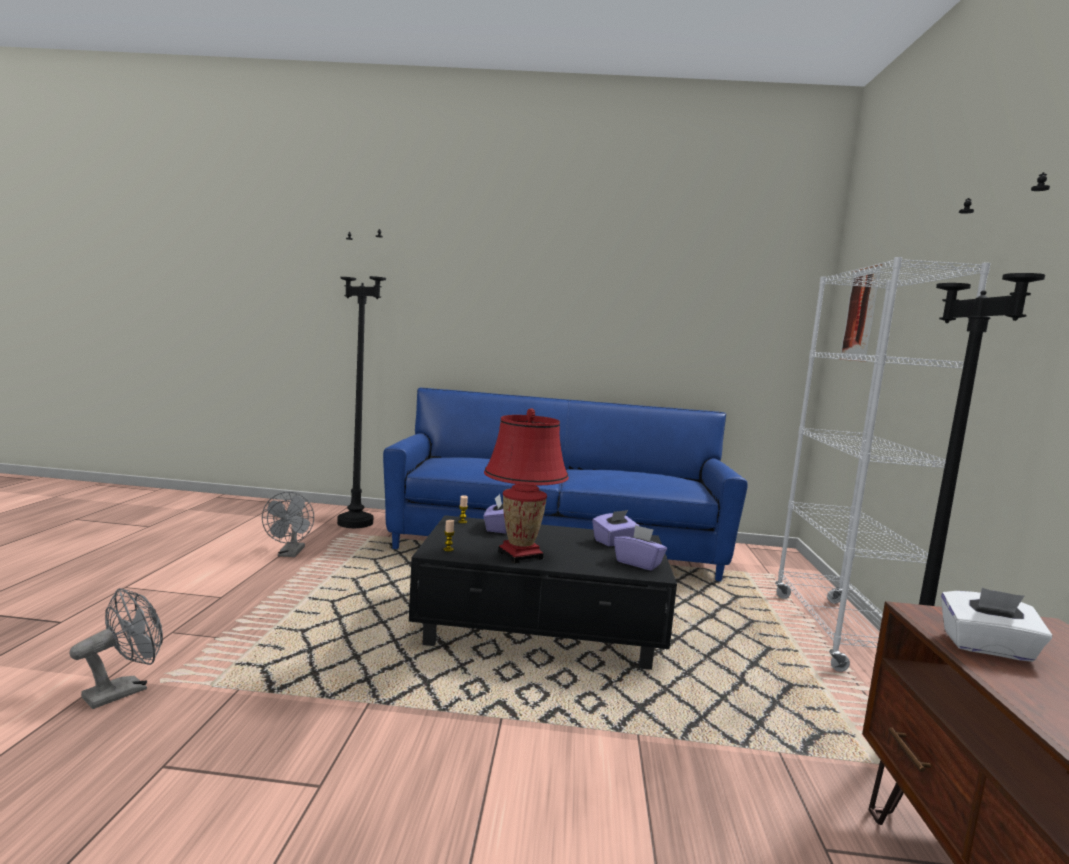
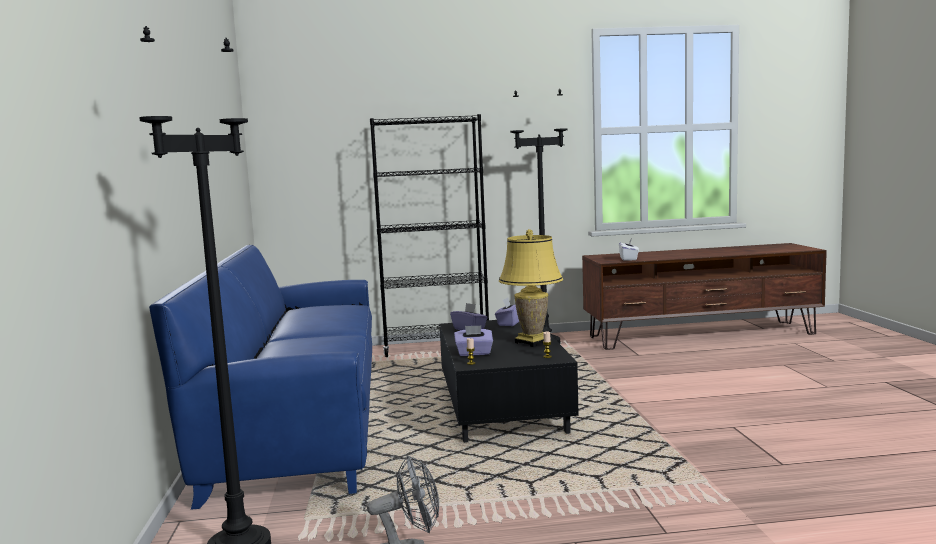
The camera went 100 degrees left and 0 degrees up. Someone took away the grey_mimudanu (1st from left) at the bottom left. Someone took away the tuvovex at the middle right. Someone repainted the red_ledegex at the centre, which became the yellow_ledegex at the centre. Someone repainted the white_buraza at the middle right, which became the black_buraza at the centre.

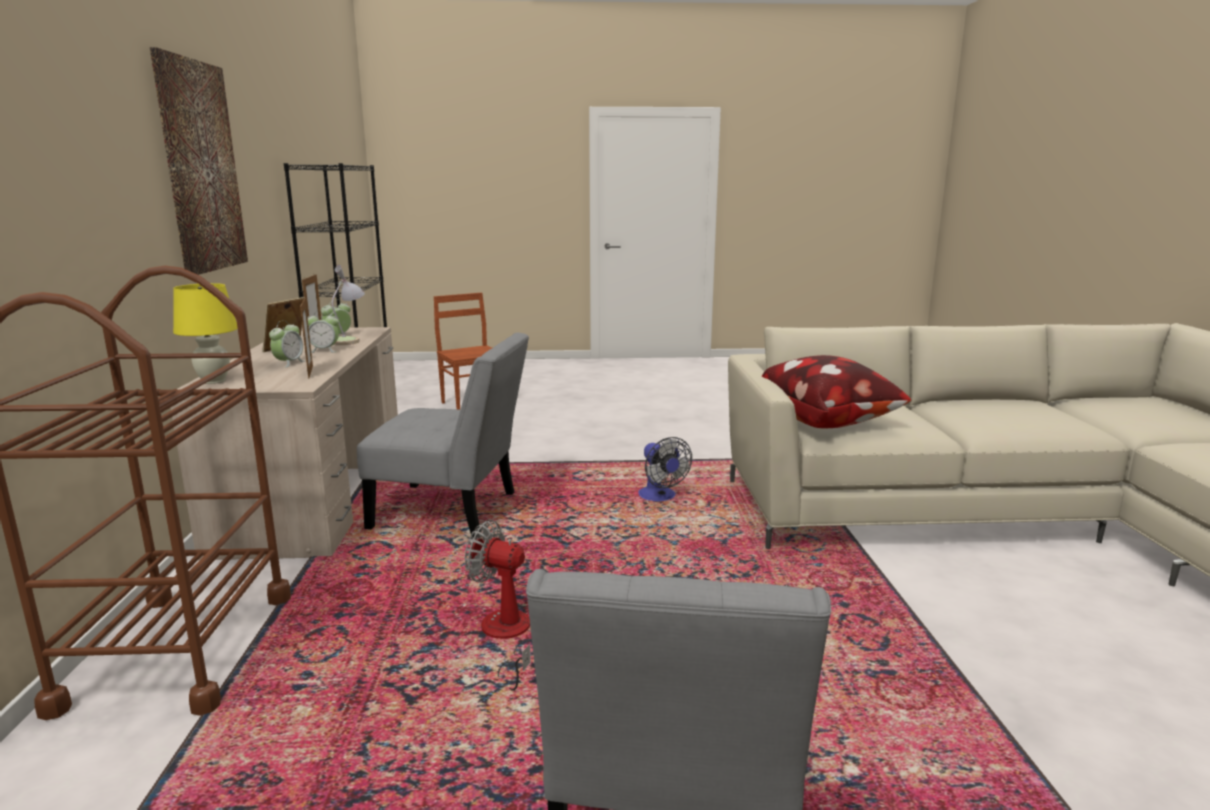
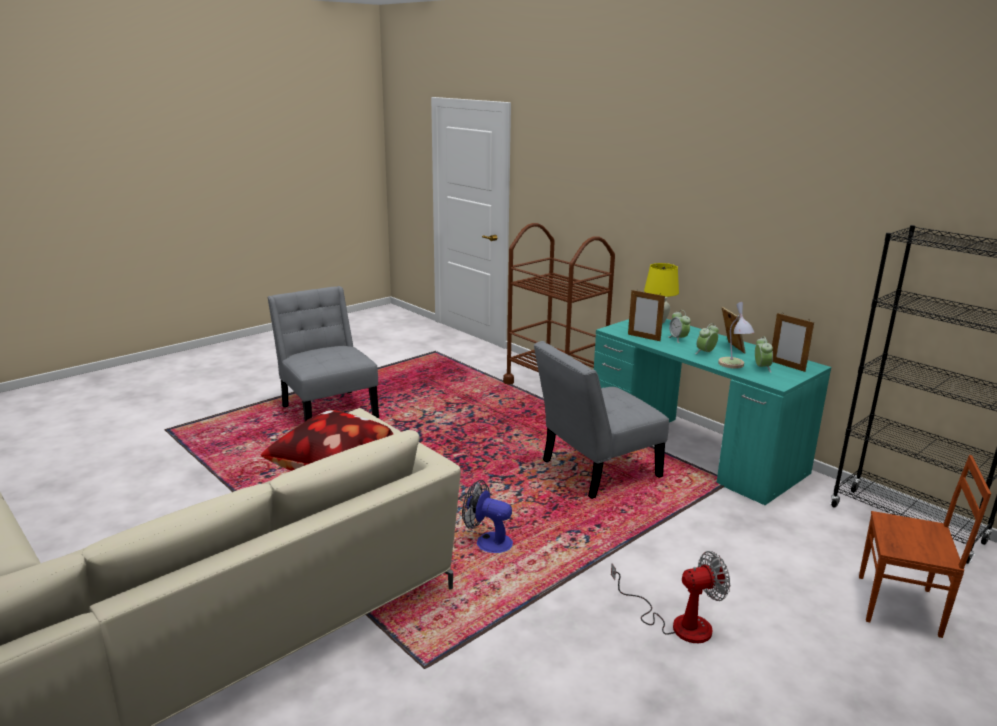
The camera went 140 degrees right and 5 degrees up. Someone took away the tuvovex at the top left. Someone carried the mimudanu (1st from left in the first image) from the bottom centre to the bottom right. Someone repainted the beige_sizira at the middle left, which became the turquoise_sizira at the middle right.

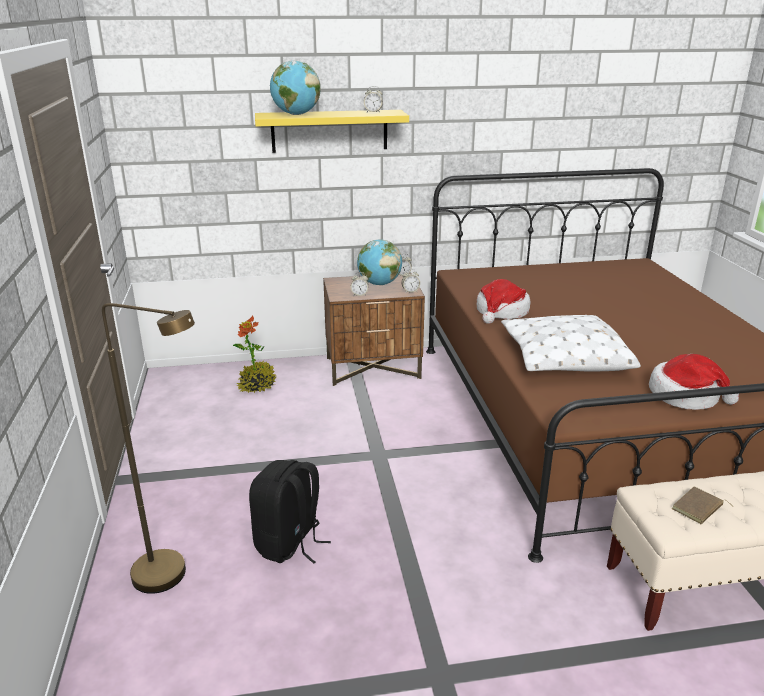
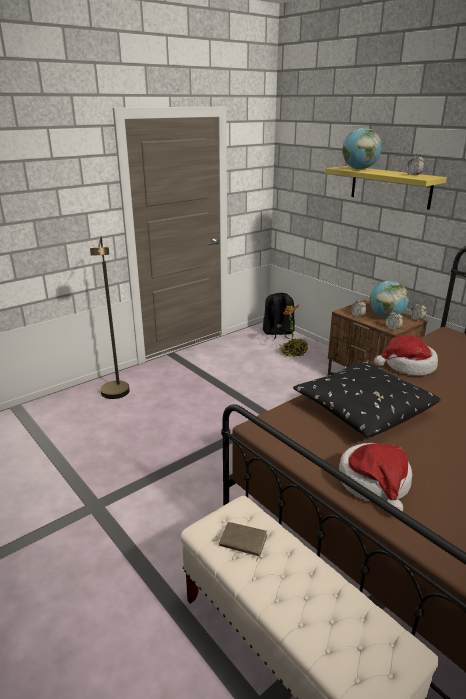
The camera went 60 degrees right and 0 degrees up. Someone carried the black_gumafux from the bottom centre to the centre. Someone repainted the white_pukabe at the middle right, which became the black_pukabe at the middle right.

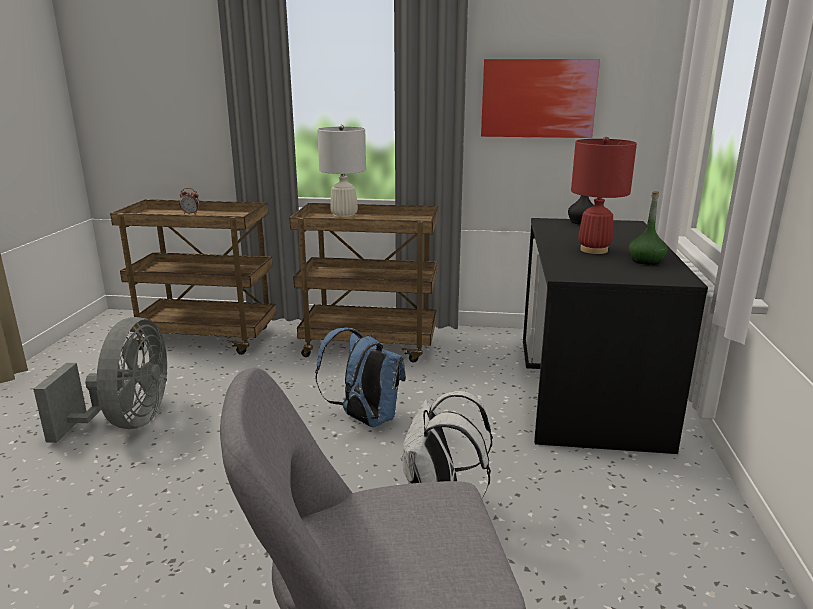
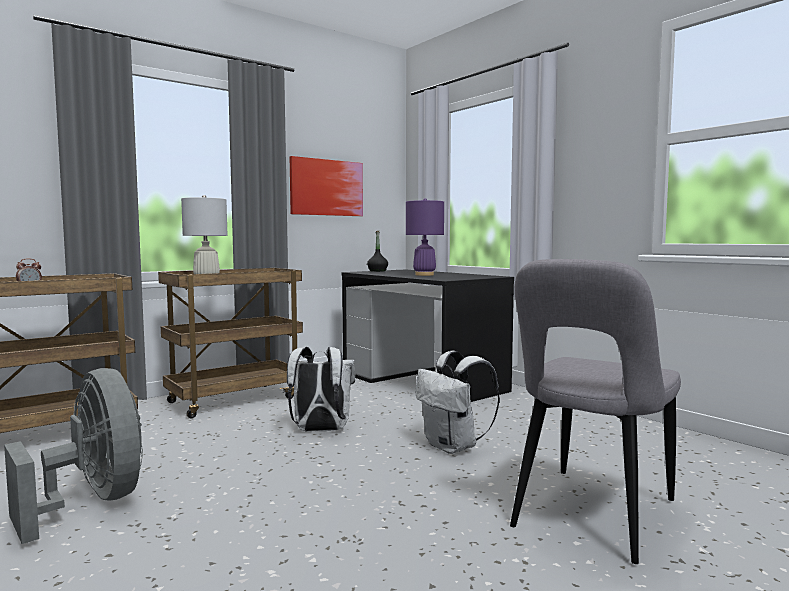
The camera went 45 degrees left and 15 degrees down. Someone took away the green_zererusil at the middle right. Someone repainted the blue_gumafux at the centre, which became the white_gumafux (1st from left) at the centre. Someone repainted the red_ledegex at the top right, which became the purple_ledegex at the centre.

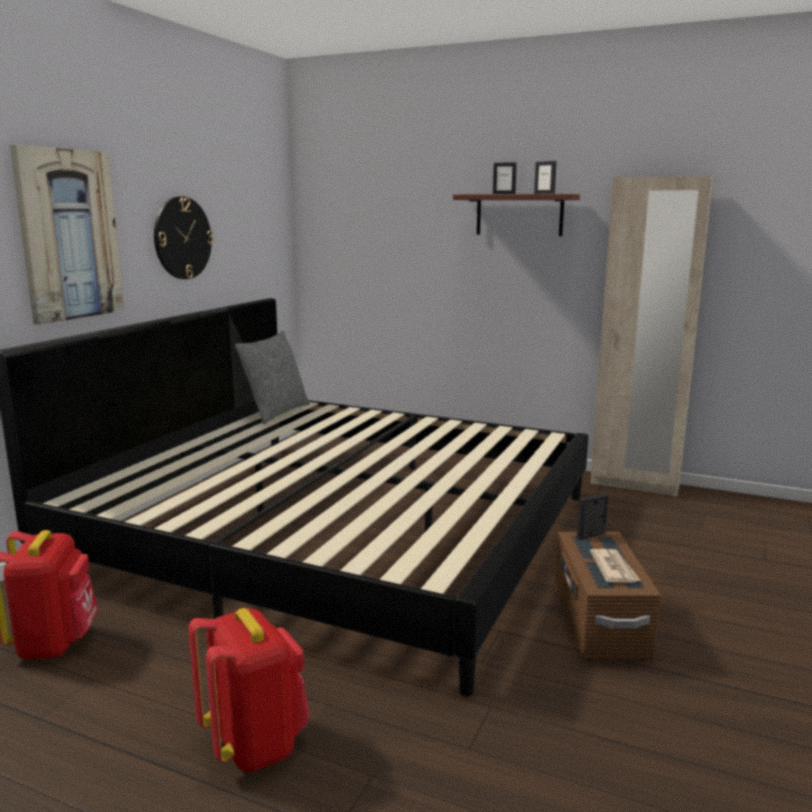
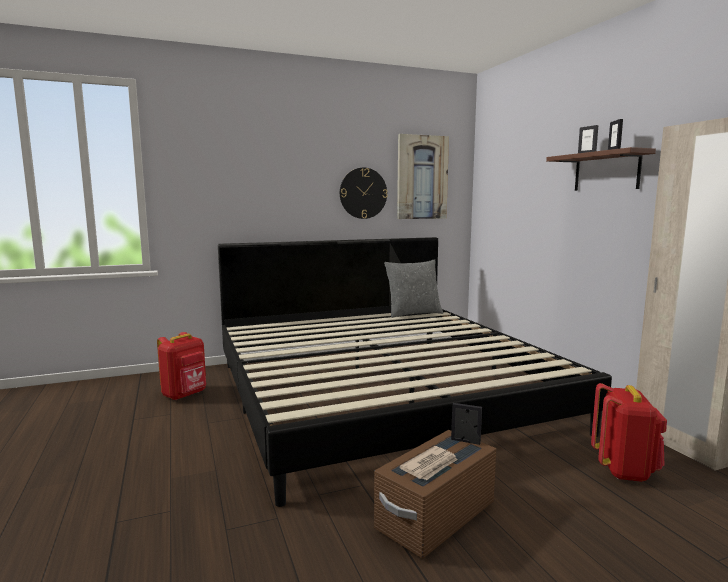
The camera went 45 degrees right and 5 degrees down. Someone carried the tuvovex from the top left to the top centre. Someone carried the red_gumafux (2nd from left) from the bottom left to the bottom right.

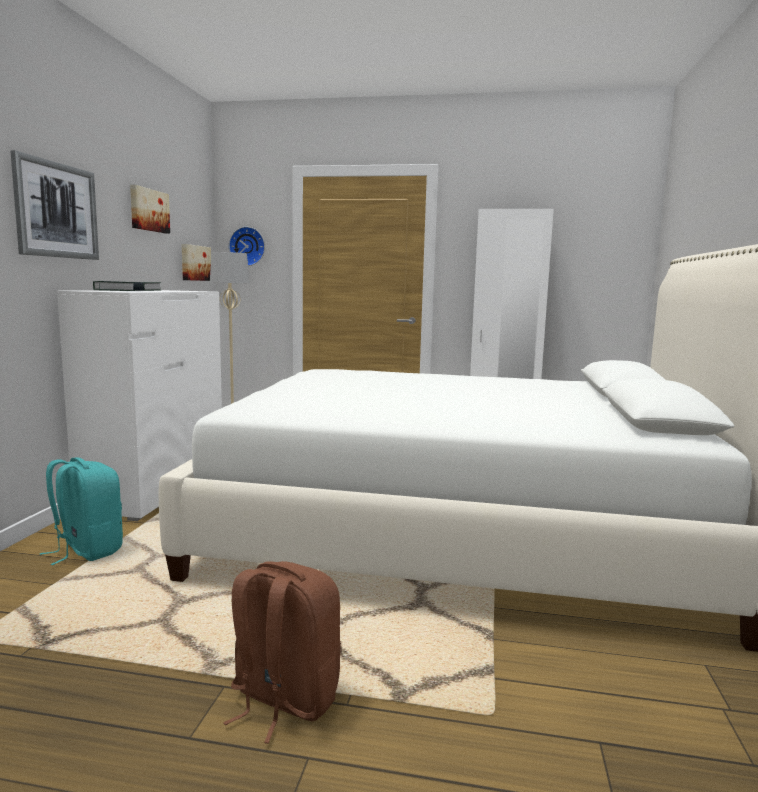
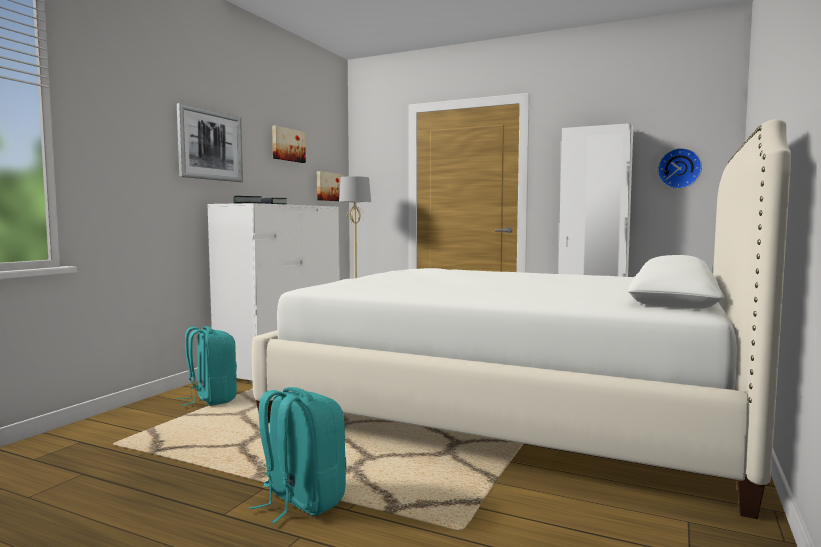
The camera went 15 degrees right and 5 degrees down. Someone carried the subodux from the top left to the top right. Someone repainted the brown_gumafux at the bottom centre, which became the turquoise_gumafux (2nd from left) at the bottom centre.

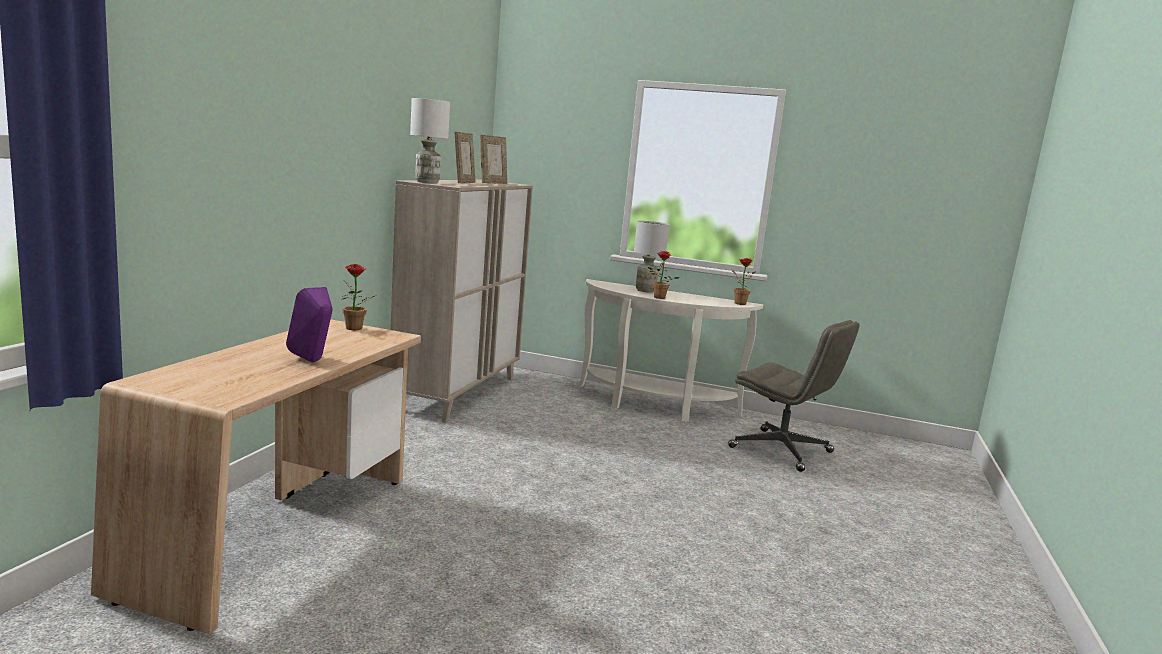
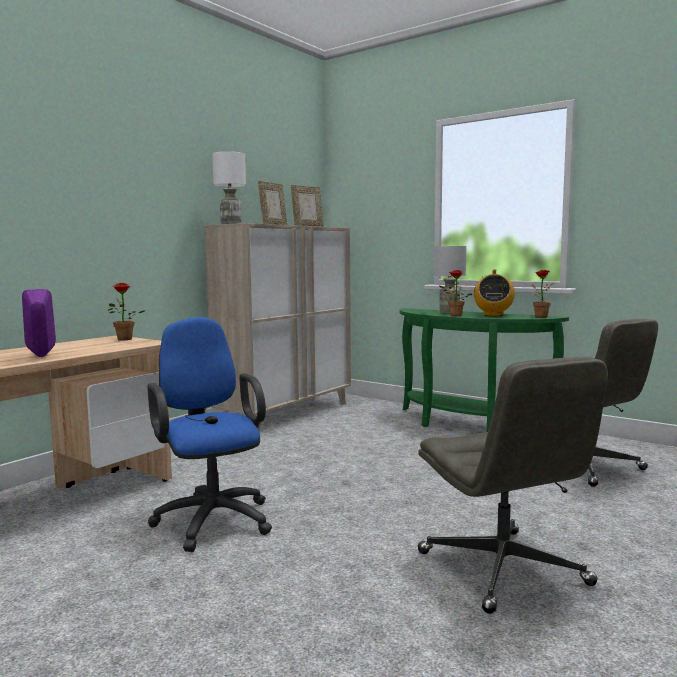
The camera went 20 degrees right and 5 degrees down. Someone put down the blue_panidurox at the middle left. Someone put down the grey_panidurox (1st from left) at the bottom right. Someone put down the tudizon at the middle right. Someone repainted the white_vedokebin at the centre, which became the green_vedokebin at the middle right.

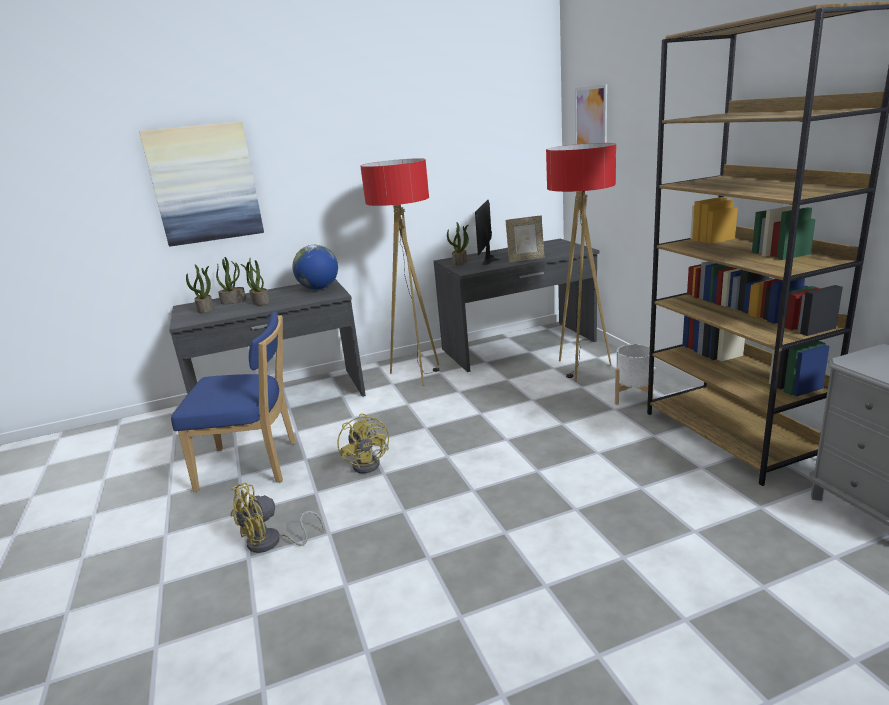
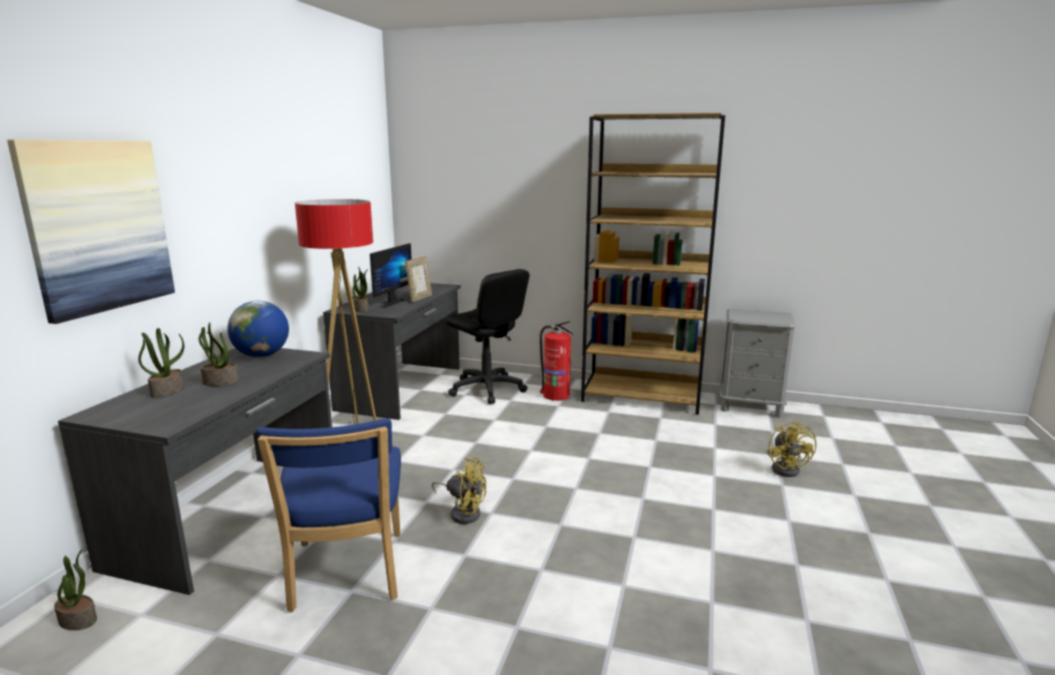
The camera went 55 degrees left and 5 degrees down. Someone took away the tuvovex (2nd from left) at the top centre. Someone carried the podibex (1st from left) from the middle left to the bottom left. Someone carried the yellow_mimudanu (1st from left in the first image) from the bottom left to the middle right. Someone swapped the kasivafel (2nd from left) at the centre for the black_panidurox at the centre. Someone swapped the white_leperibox at the middle right for the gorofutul at the centre. Someone rotated the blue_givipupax at the middle left by 135 degrees clockwise. Someone rotated the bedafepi at the top centre by 120 degrees counterclockwise.

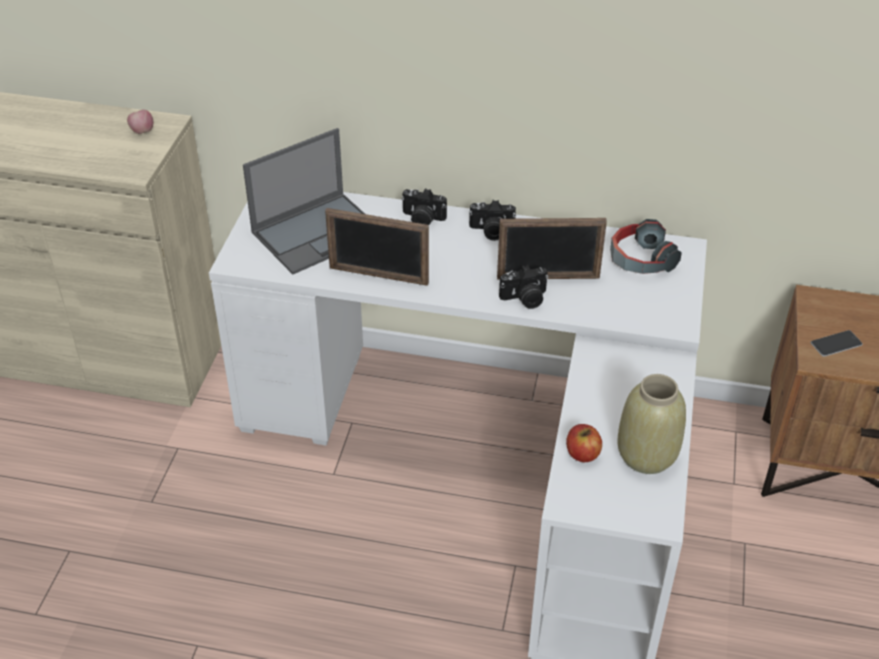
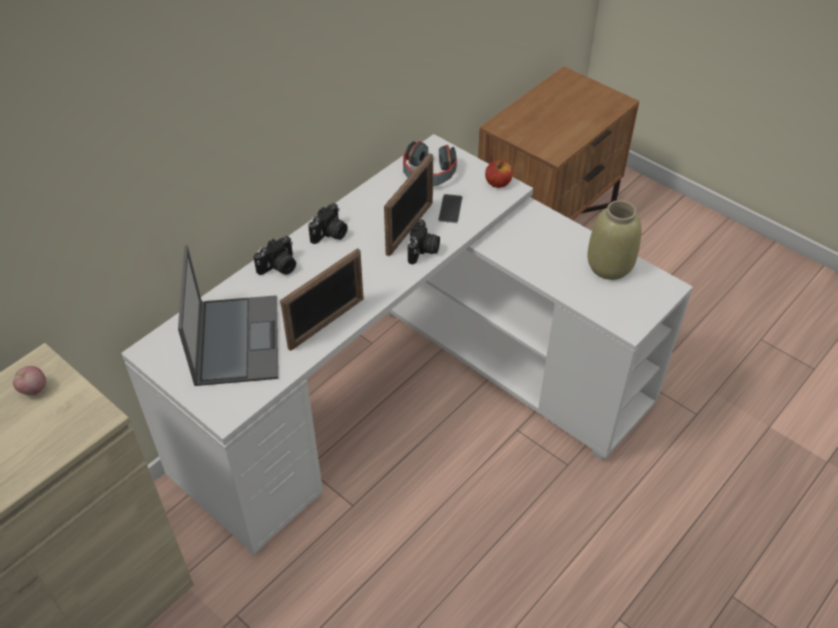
The camera went 60 degrees left and 5 degrees up. Someone carried the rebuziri (2nd from left) from the bottom centre to the top centre. Someone carried the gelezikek from the middle right to the top centre.

